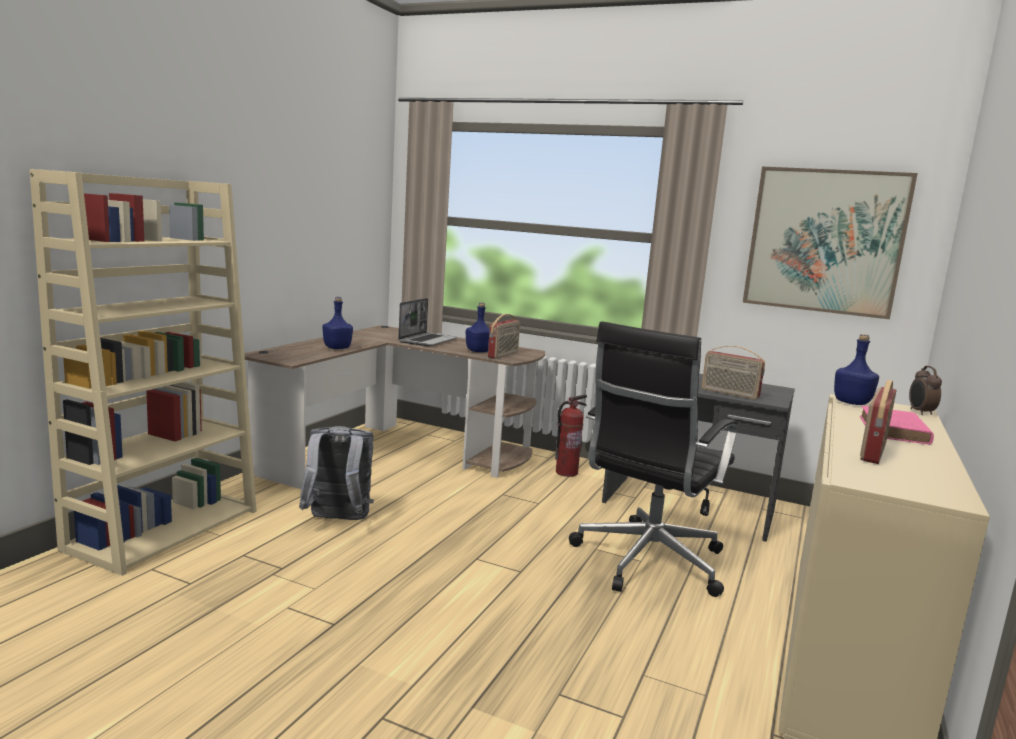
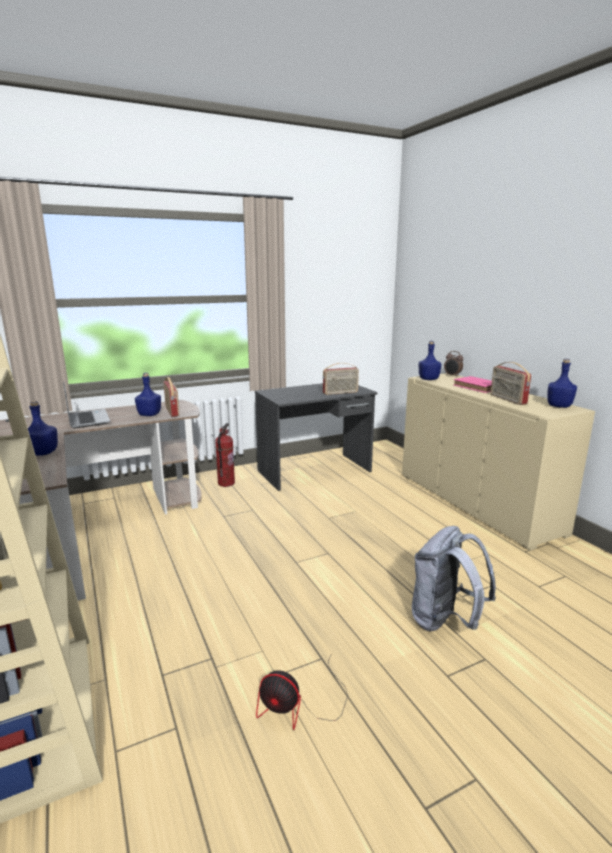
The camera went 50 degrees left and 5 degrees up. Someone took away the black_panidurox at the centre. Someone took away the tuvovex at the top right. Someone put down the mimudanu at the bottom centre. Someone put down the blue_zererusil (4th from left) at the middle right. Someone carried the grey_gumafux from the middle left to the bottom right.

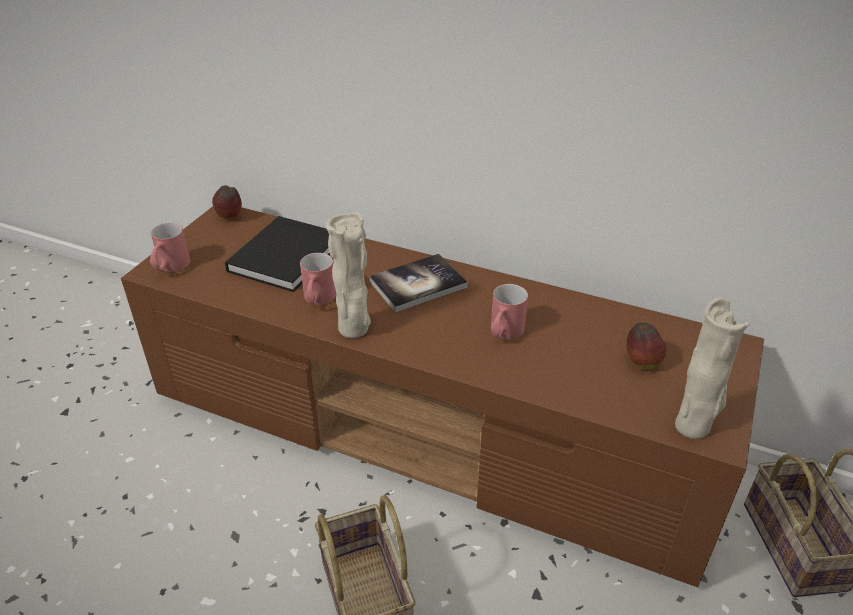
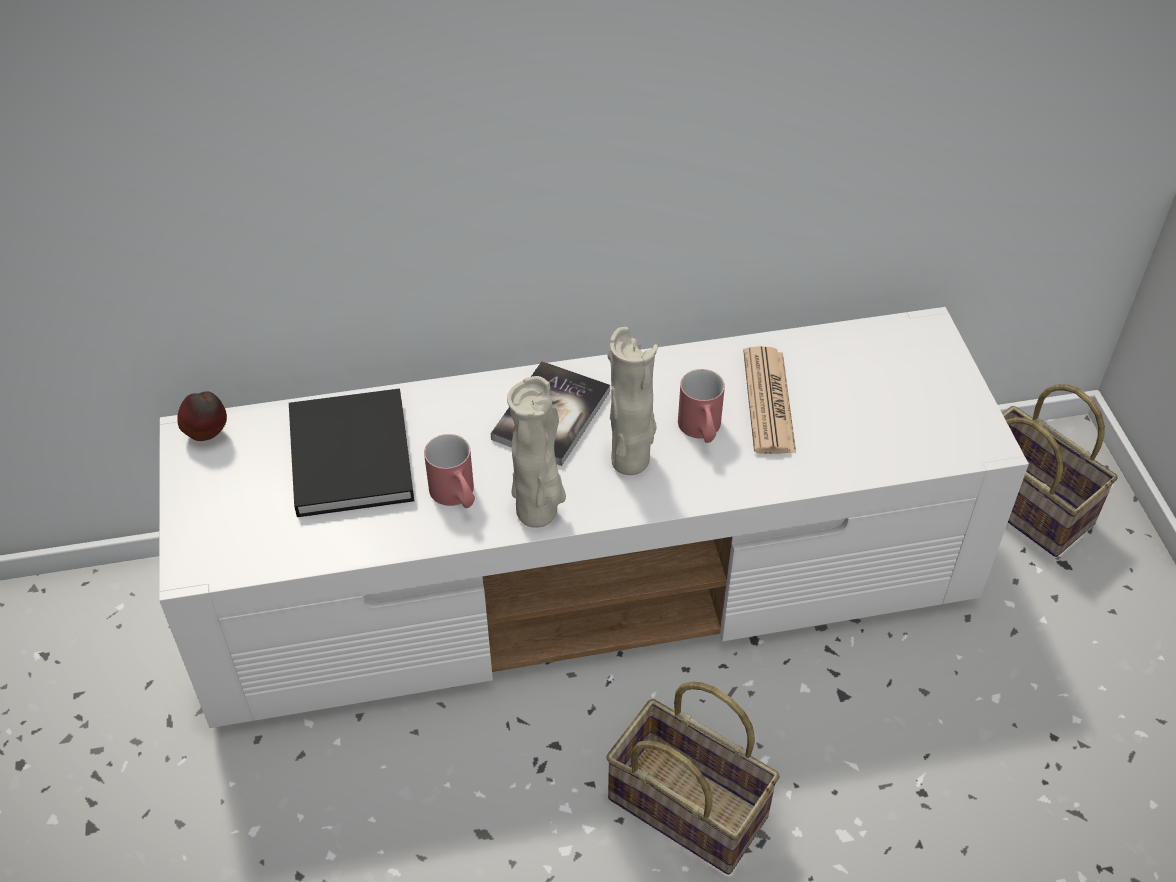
The camera went 35 degrees left and 10 degrees up. Someone took away the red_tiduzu (1st from left) at the middle left. Someone took away the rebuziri (2nd from left) at the middle right. Someone put down the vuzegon at the centre. Someone carried the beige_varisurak (2nd from left) from the middle right to the centre. Someone repainted the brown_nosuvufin at the centre, which became the white_nosuvufin at the centre.

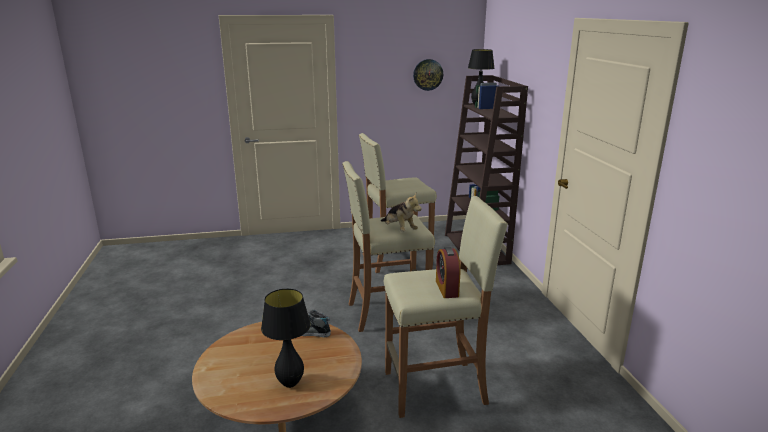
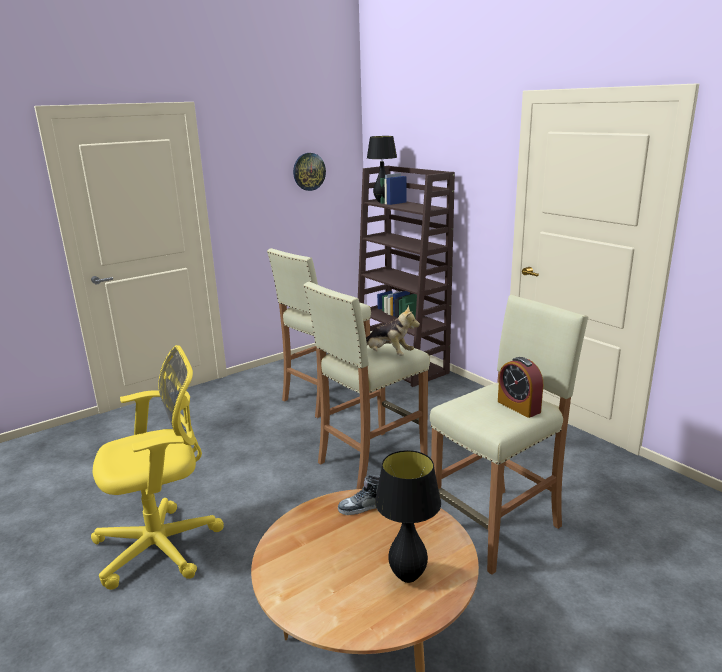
The camera went 25 degrees left and 0 degrees up. Someone put down the yellow_panidurox at the bottom left.

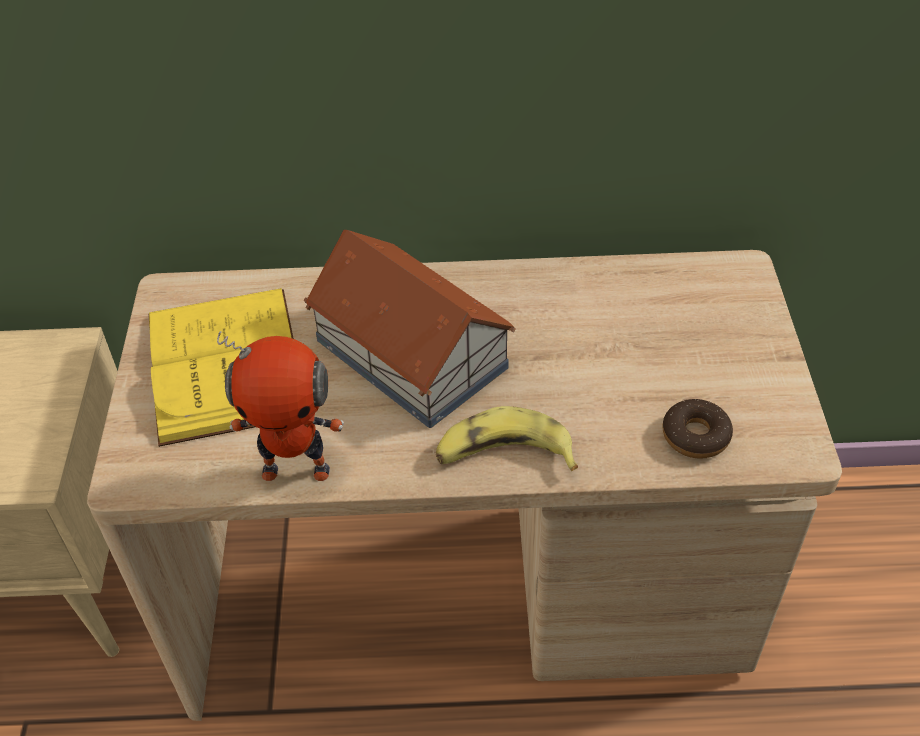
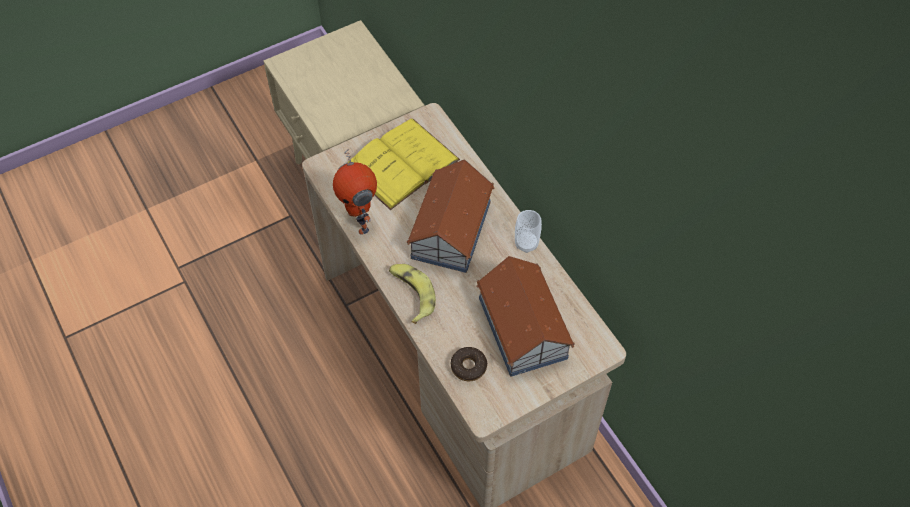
The camera went 60 degrees right and 10 degrees up. Someone put down the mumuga (2nd from left) at the centre. Someone put down the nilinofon at the centre.

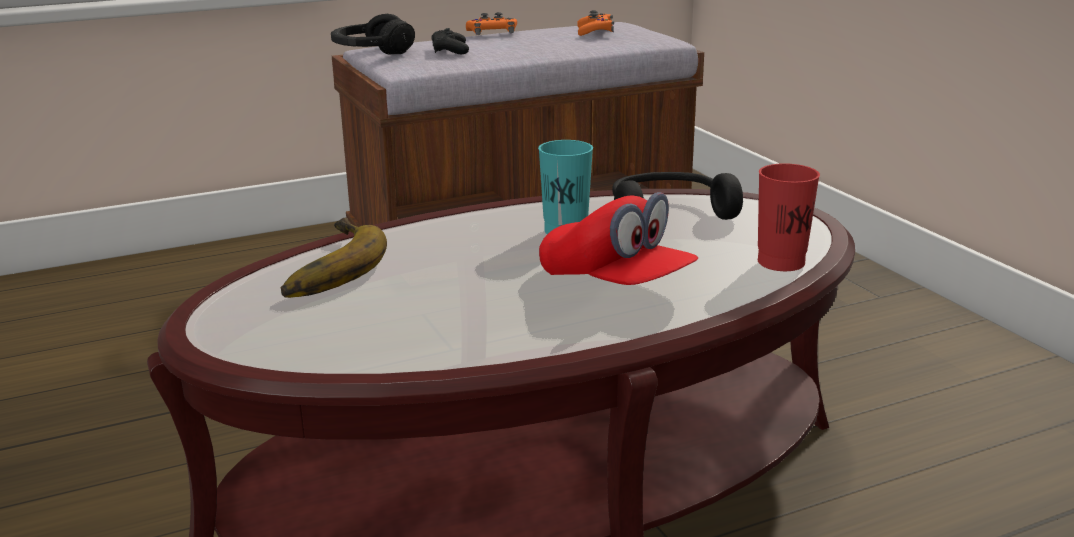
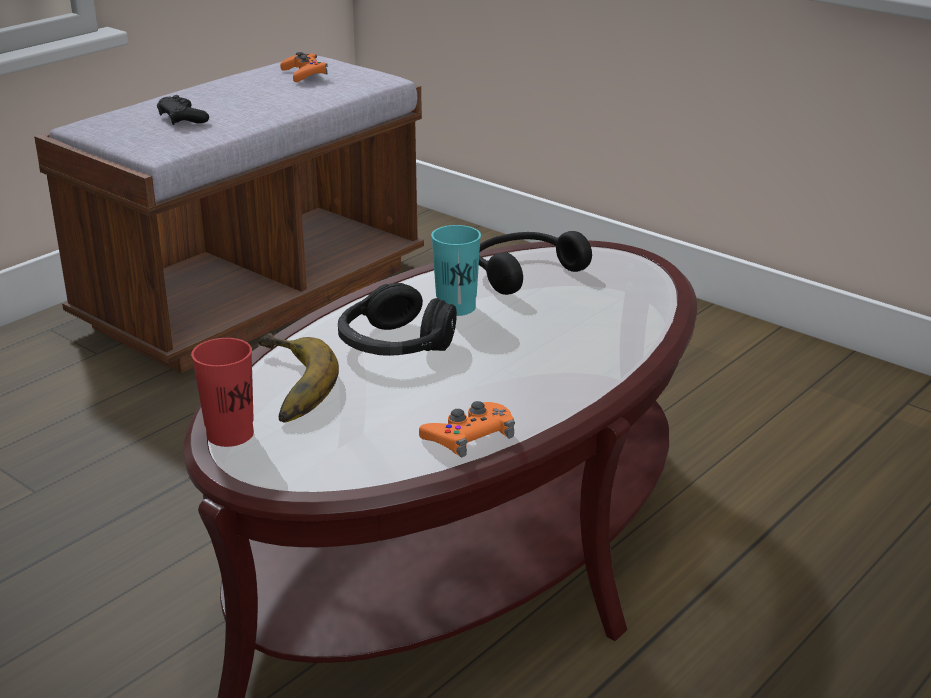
The camera went 25 degrees left and 5 degrees up. Someone took away the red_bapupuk at the centre. Someone carried the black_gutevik (1st from left) from the top centre to the centre. Someone carried the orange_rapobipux (1st from left in the first image) from the top centre to the centre. Someone carried the red_nilinofon from the middle right to the middle left.

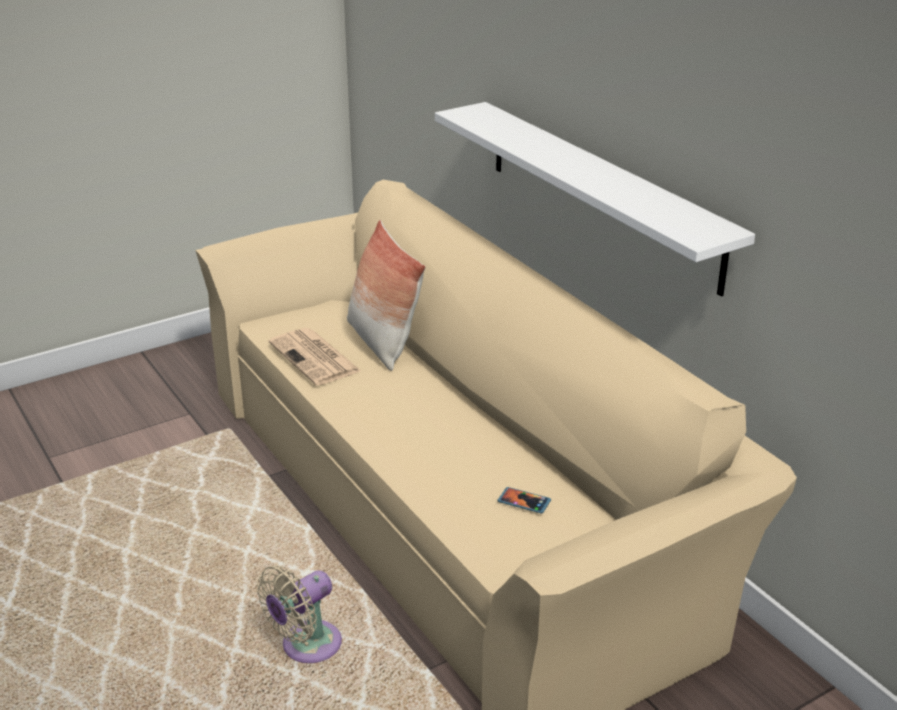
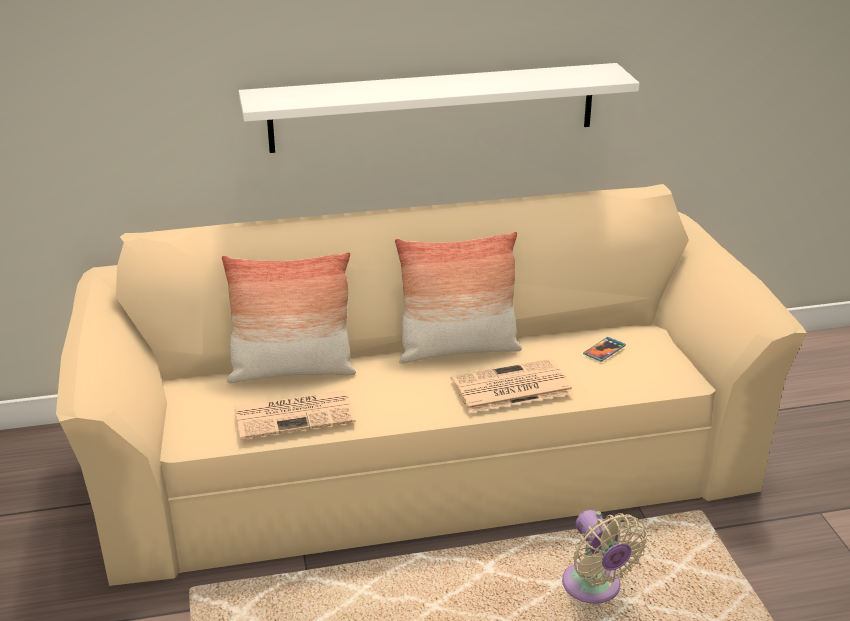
The camera went 70 degrees left and 0 degrees up. Someone put down the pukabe (2nd from left) at the centre. Someone put down the vuzegon (2nd from left) at the centre.

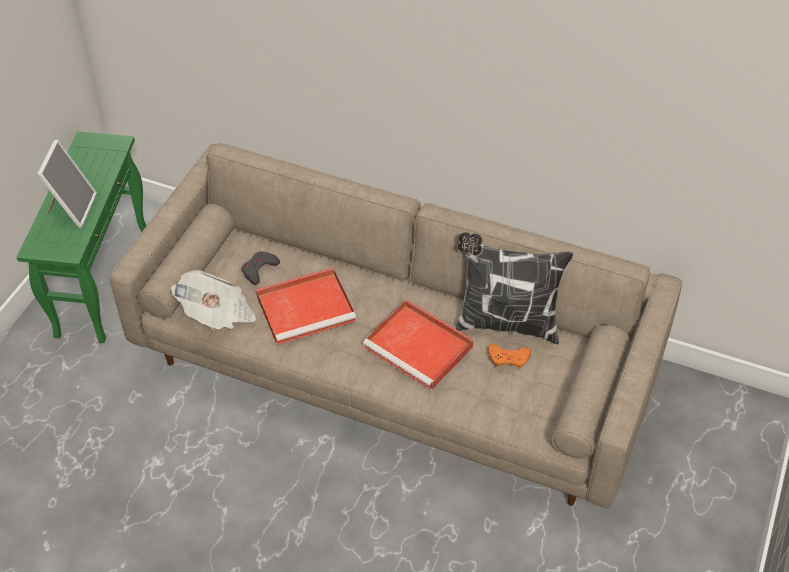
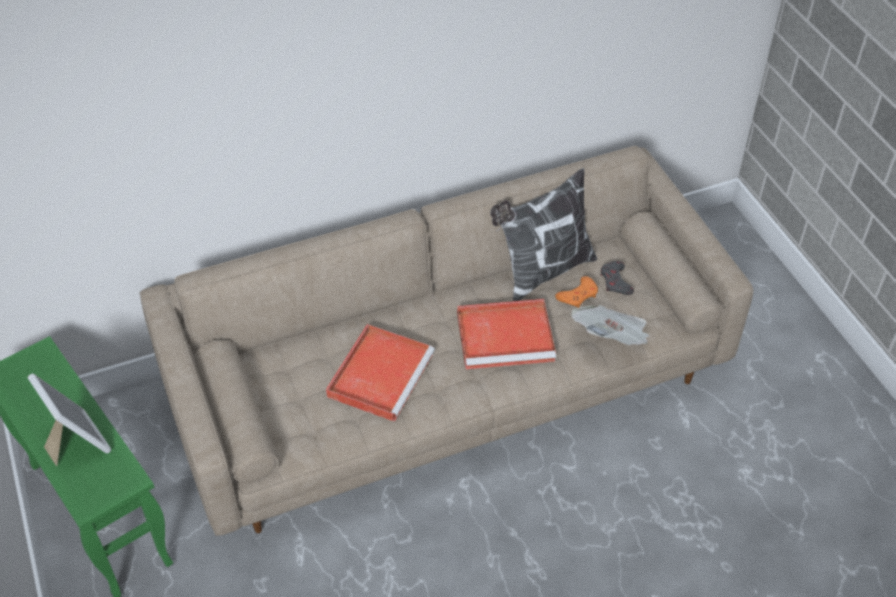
The camera went 45 degrees left and 0 degrees up. Someone carried the vuzegon from the middle left to the middle right. Someone carried the grey_rapobipux from the middle left to the middle right.

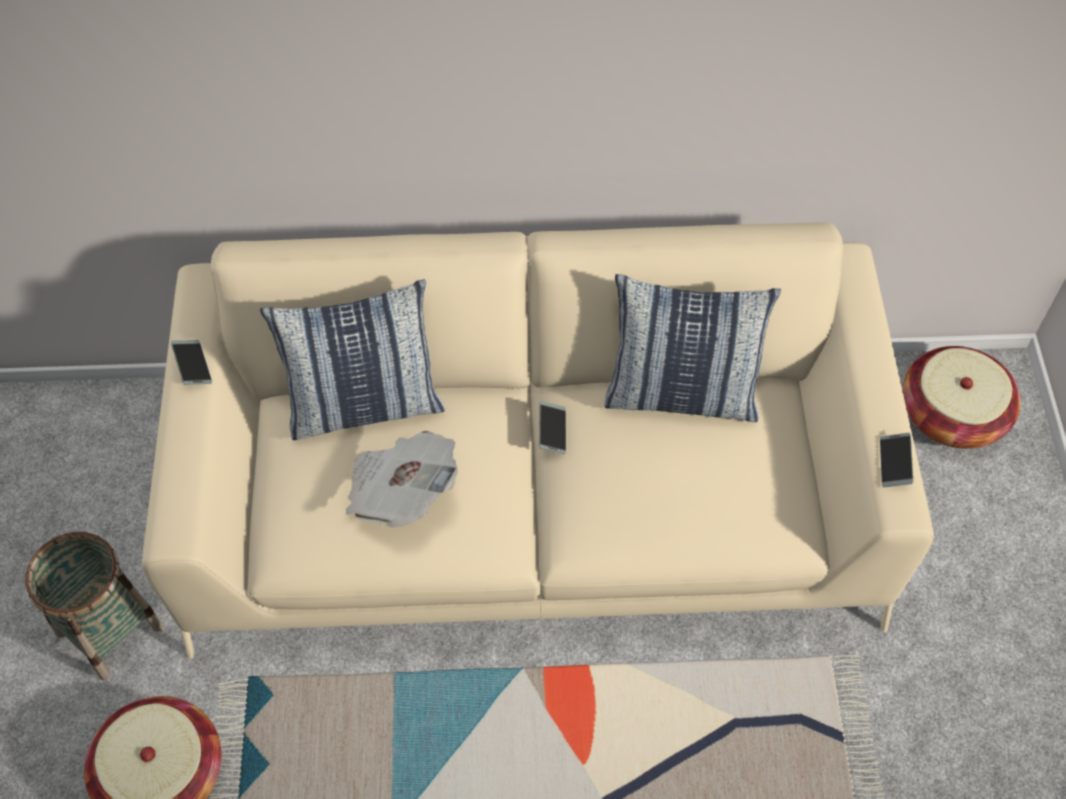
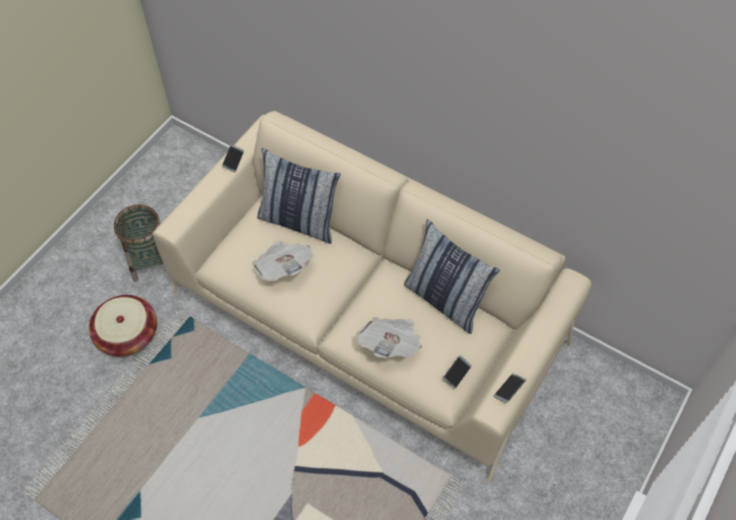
The camera went 35 degrees right and 0 degrees up. Someone took away the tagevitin (3rd from left) at the middle right. Someone put down the vuzegon (2nd from left) at the centre. Someone carried the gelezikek (2nd from left) from the centre to the bottom centre.

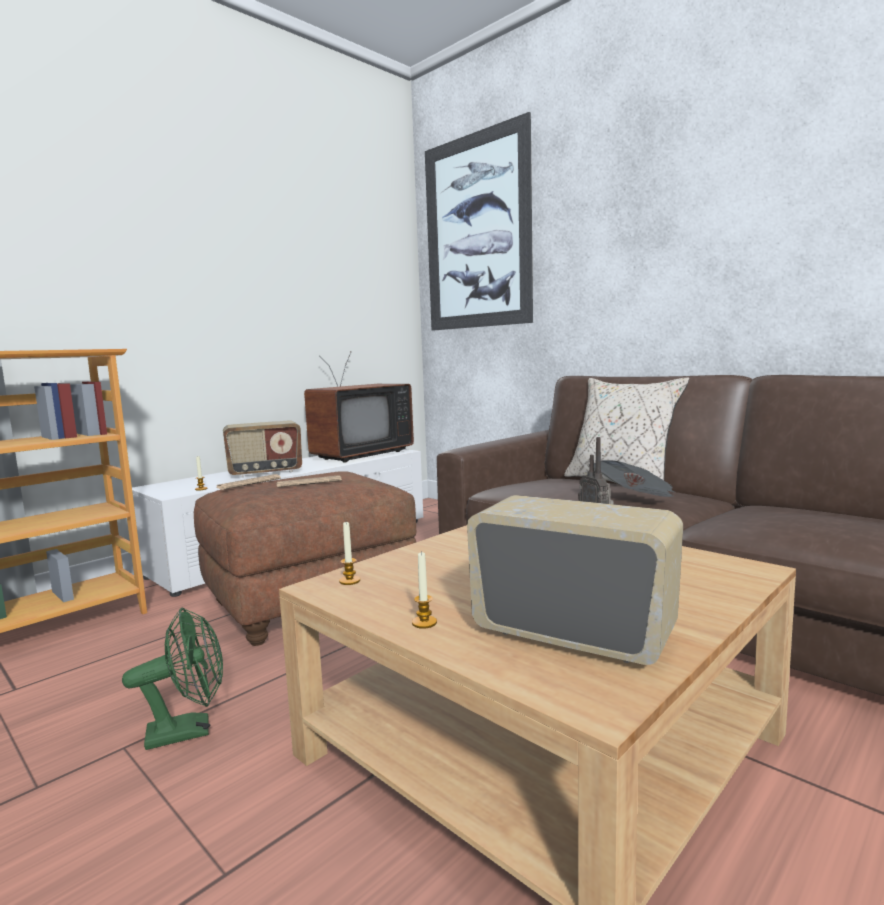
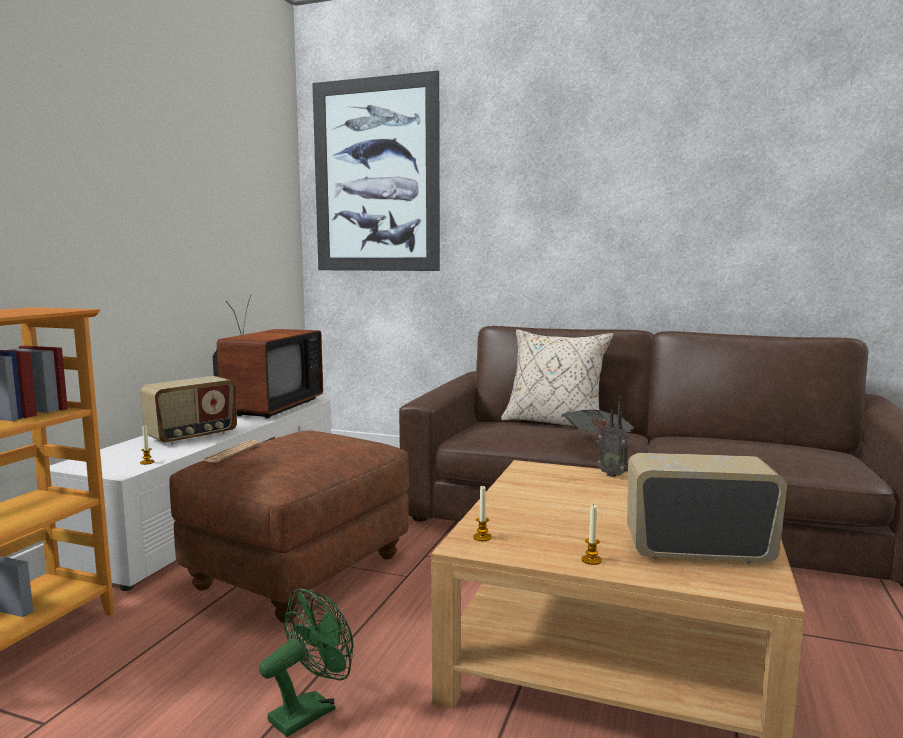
The camera went 25 degrees left and 0 degrees up. Someone took away the vuzegon (2nd from left) at the centre.

